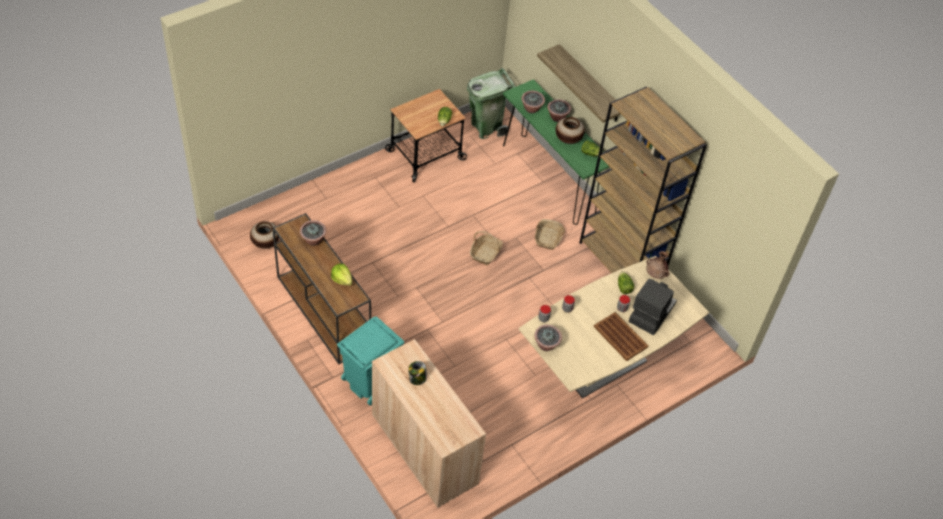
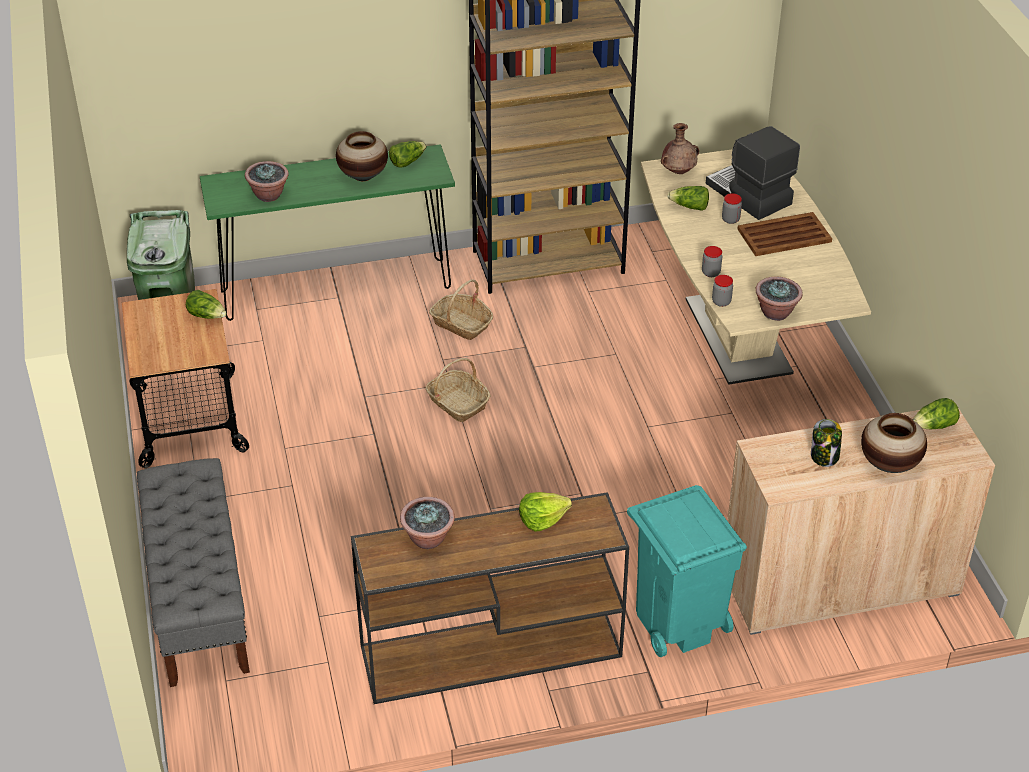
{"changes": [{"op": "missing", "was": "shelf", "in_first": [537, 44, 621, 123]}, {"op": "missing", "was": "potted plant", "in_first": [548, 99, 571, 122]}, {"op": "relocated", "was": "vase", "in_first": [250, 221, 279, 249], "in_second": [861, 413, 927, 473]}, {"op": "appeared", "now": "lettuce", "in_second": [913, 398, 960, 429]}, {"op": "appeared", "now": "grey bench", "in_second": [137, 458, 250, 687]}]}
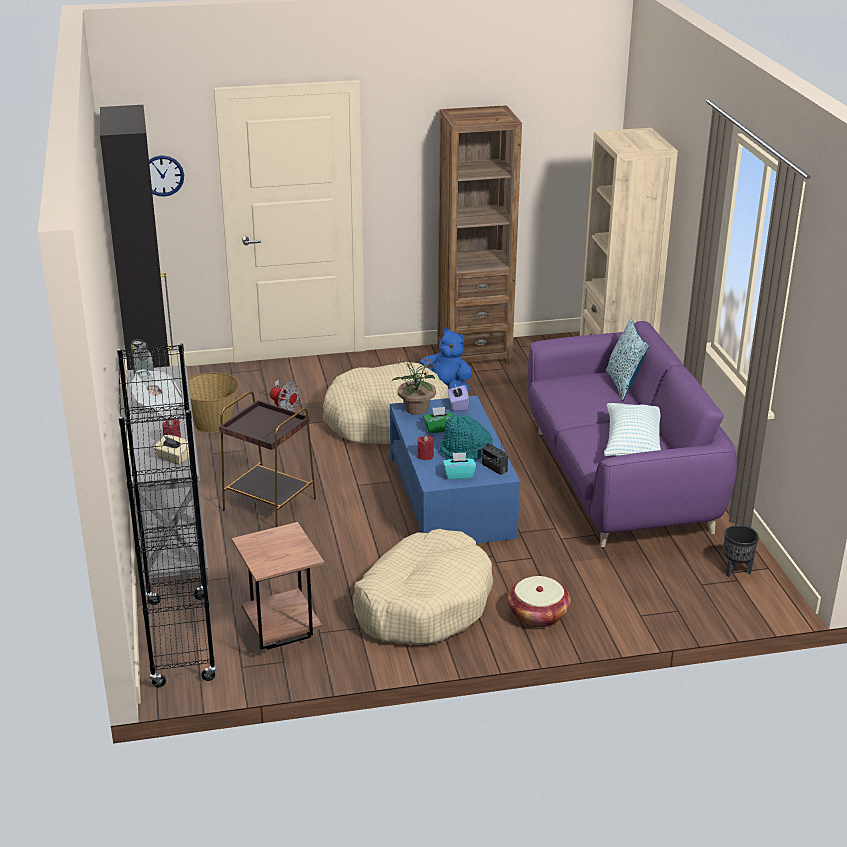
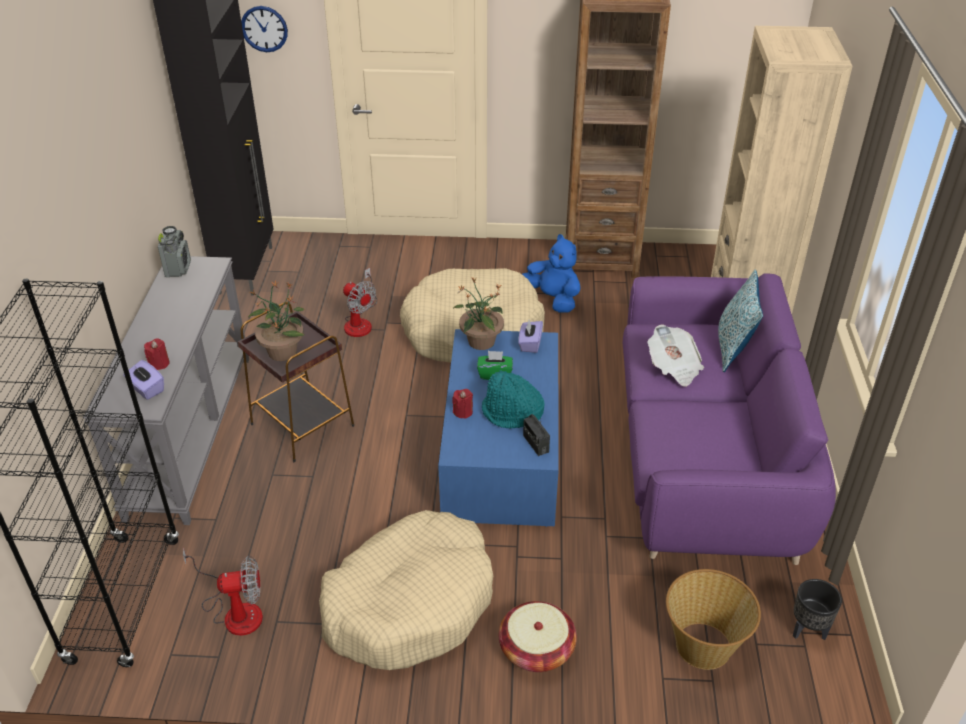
{"changes": [{"op": "relocated", "was": "newspaper", "in_first": [129, 369, 184, 416], "in_second": [648, 324, 704, 387]}, {"op": "relocated", "was": "basket", "in_first": [188, 373, 240, 433], "in_second": [666, 569, 761, 670]}, {"op": "missing", "was": "pillow", "in_first": [604, 403, 661, 456]}, {"op": "colour", "was": "beige tissue box", "now": "purple tissue box", "in_first": [154, 435, 189, 465], "in_second": [123, 360, 164, 400]}, {"op": "missing", "was": "turquoise tissue box", "in_first": [443, 453, 476, 480]}, {"op": "exchanged", "was": "brown side table", "now": "fan", "in_first": [232, 522, 324, 650], "in_second": [183, 548, 263, 636]}, {"op": "appeared", "now": "potted plant", "in_second": [248, 281, 305, 361]}]}
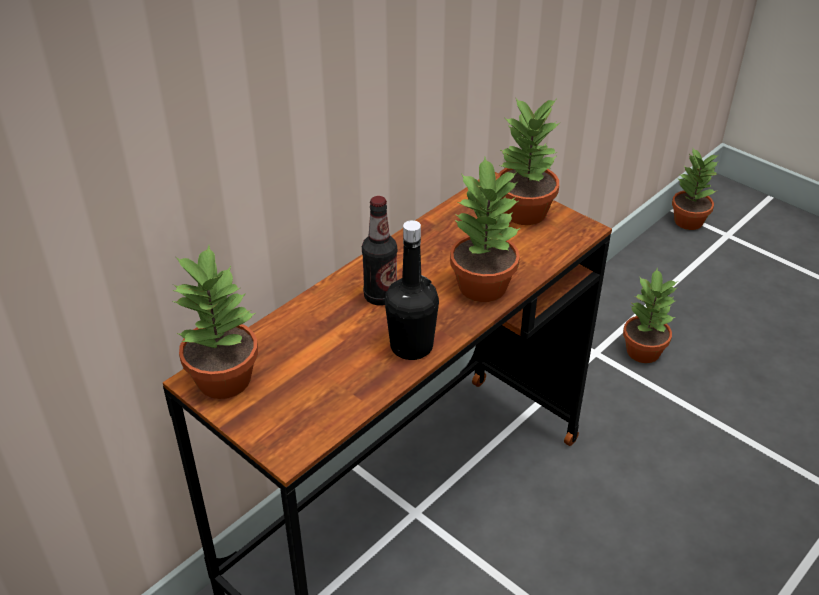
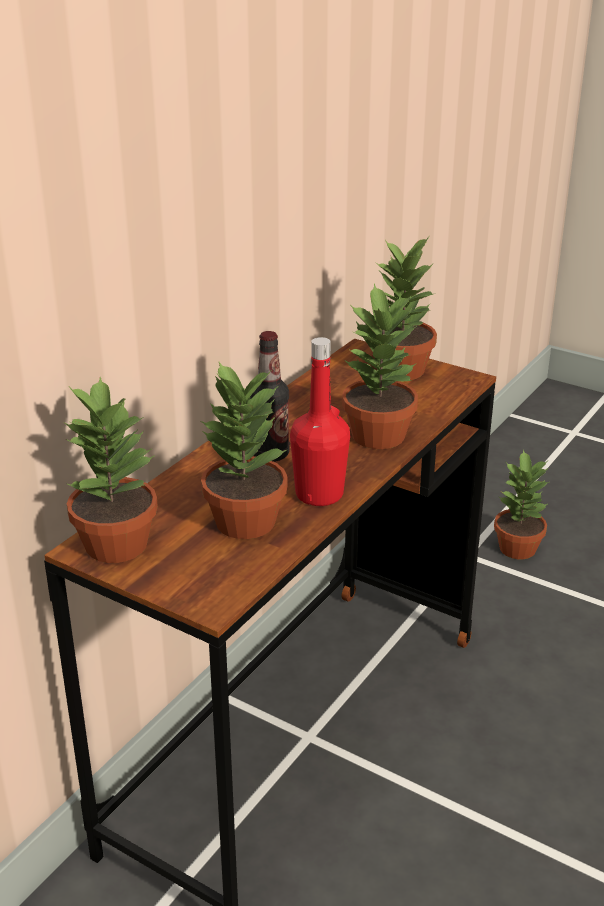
{"changes": [{"op": "relocated", "was": "potted plant", "in_first": [672, 148, 719, 230], "in_second": [201, 362, 288, 539]}, {"op": "colour", "was": "black bottle", "now": "red bottle", "in_first": [385, 220, 439, 360], "in_second": [290, 337, 350, 506]}]}
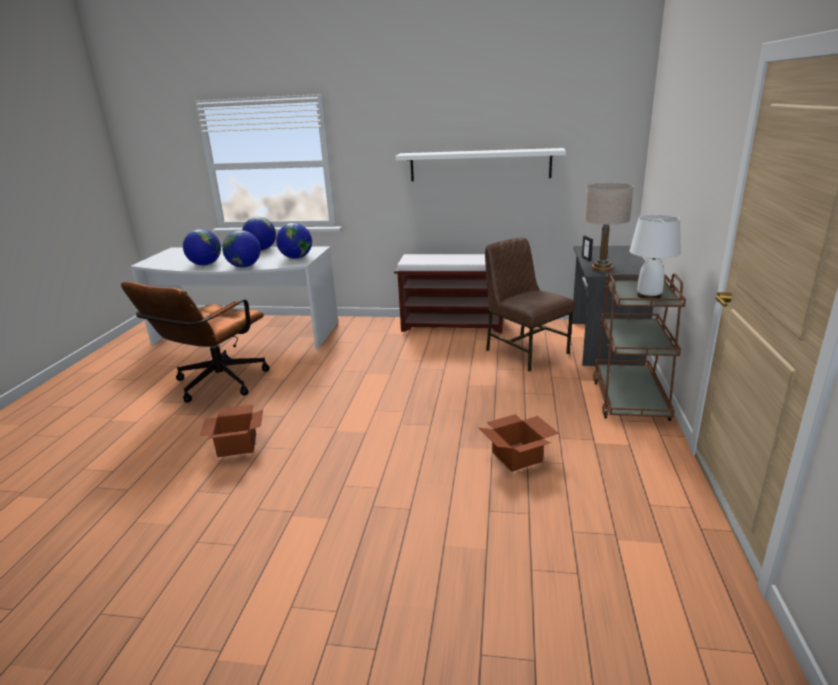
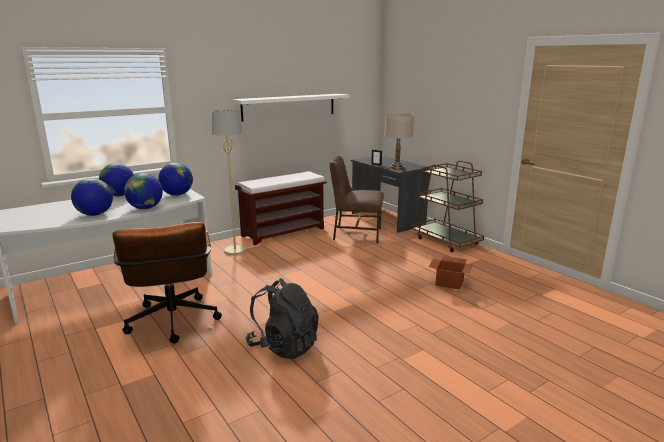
{"changes": [{"op": "missing", "was": "white table lamp", "in_first": [630, 215, 681, 298]}, {"op": "exchanged", "was": "cardboard box", "now": "black backpack", "in_first": [200, 404, 263, 457], "in_second": [246, 278, 319, 359]}, {"op": "appeared", "now": "beige floor lamp", "in_second": [212, 109, 246, 255]}]}
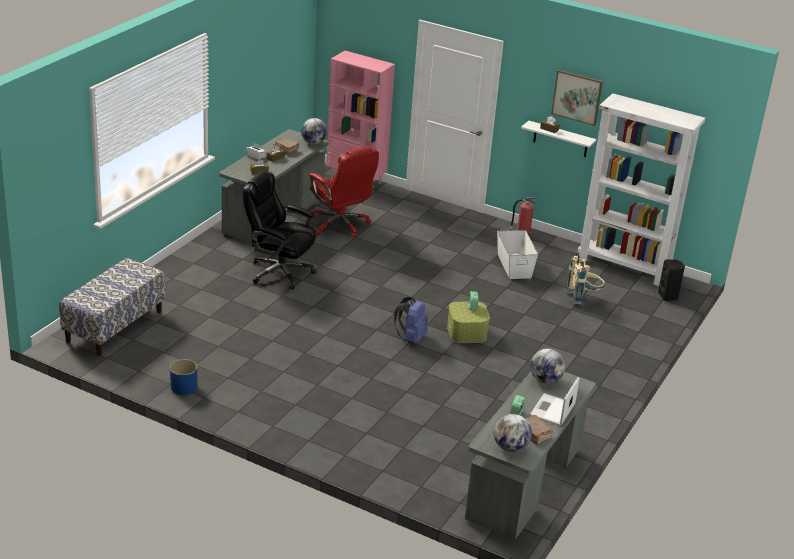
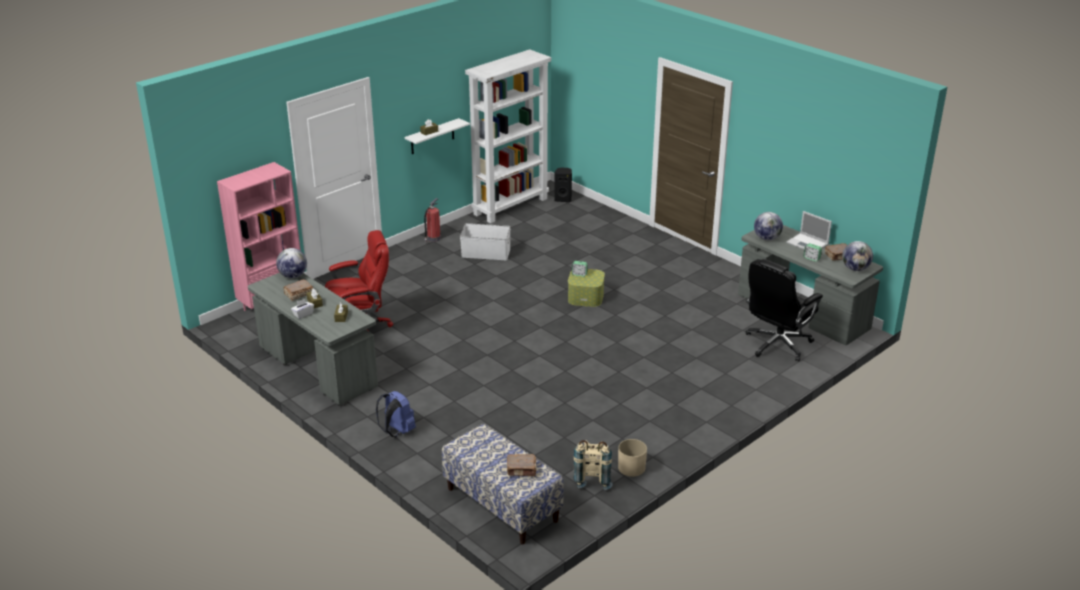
{"changes": [{"op": "missing", "was": "picture", "in_first": [551, 70, 603, 126]}, {"op": "relocated", "was": "black office chair", "in_first": [243, 171, 317, 290], "in_second": [746, 259, 823, 362]}, {"op": "relocated", "was": "beige backpack", "in_first": [567, 253, 605, 304], "in_second": [573, 440, 613, 490]}, {"op": "relocated", "was": "blue backpack", "in_first": [394, 297, 428, 343], "in_second": [376, 391, 416, 437]}, {"op": "colour", "was": "blue planter", "now": "beige planter", "in_first": [170, 359, 198, 395], "in_second": [618, 439, 647, 477]}, {"op": "appeared", "now": "brown book", "in_second": [507, 454, 537, 476]}]}
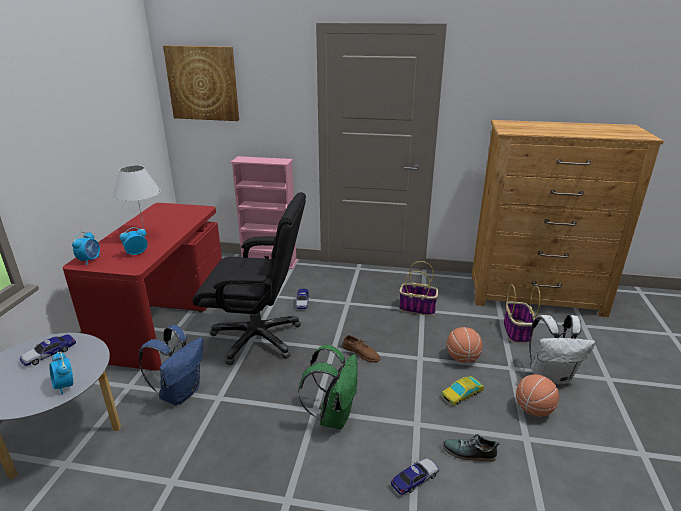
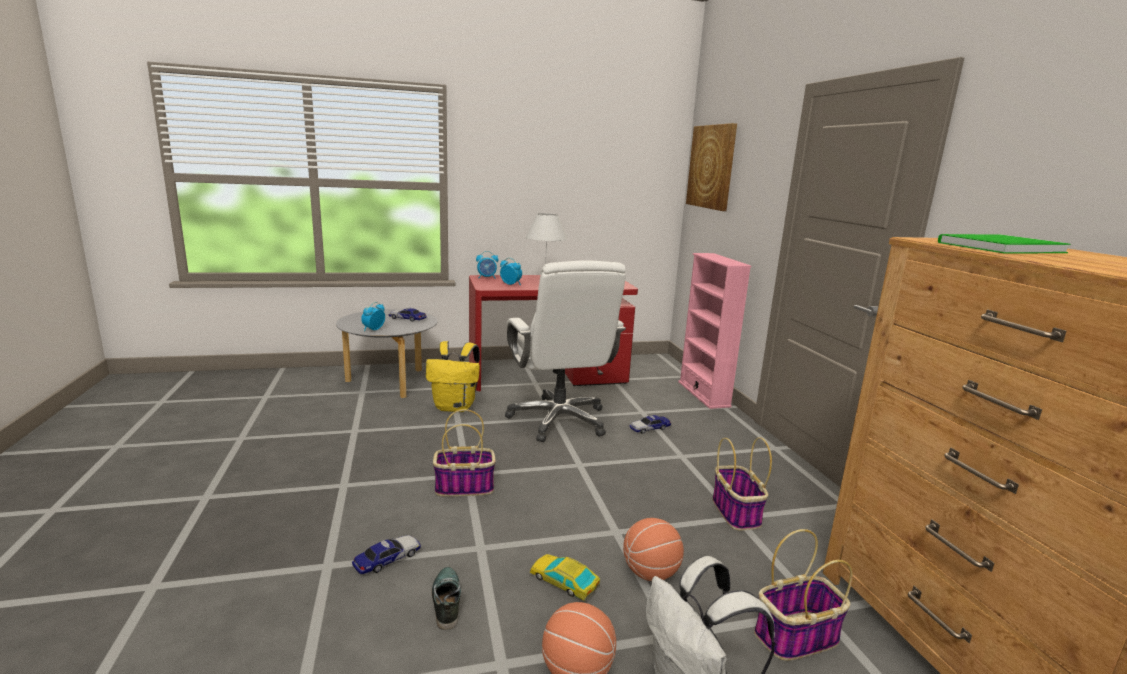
{"changes": [{"op": "colour", "was": "black office chair", "now": "white office chair", "in_first": [192, 192, 306, 365], "in_second": [505, 260, 626, 442]}, {"op": "colour", "was": "blue backpack", "now": "yellow backpack", "in_first": [139, 325, 203, 405], "in_second": [426, 341, 480, 412]}, {"op": "missing", "was": "brown shoe", "in_first": [342, 335, 380, 363]}, {"op": "exchanged", "was": "green backpack", "now": "basket", "in_first": [298, 345, 358, 429], "in_second": [433, 409, 496, 496]}, {"op": "spun", "was": "toy car", "in_first": [391, 458, 439, 495], "in_second": [352, 535, 421, 574], "clockwise": -75}, {"op": "appeared", "now": "green book", "in_second": [938, 234, 1070, 254]}]}
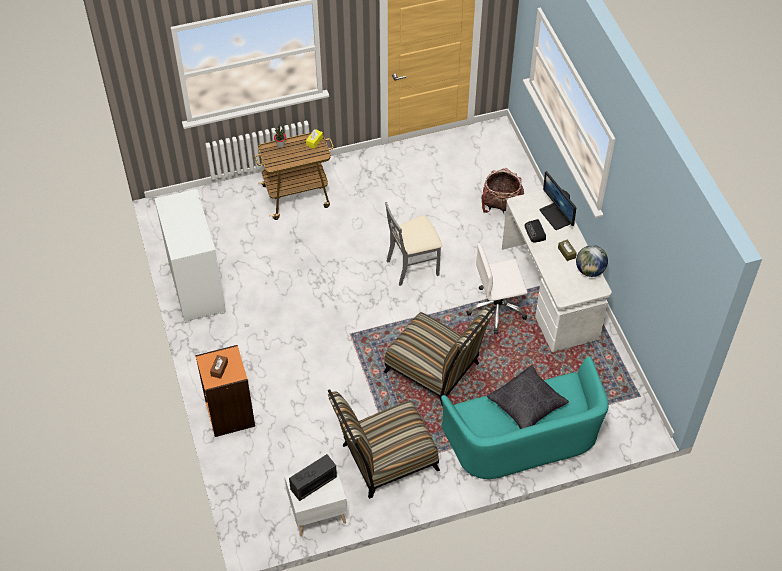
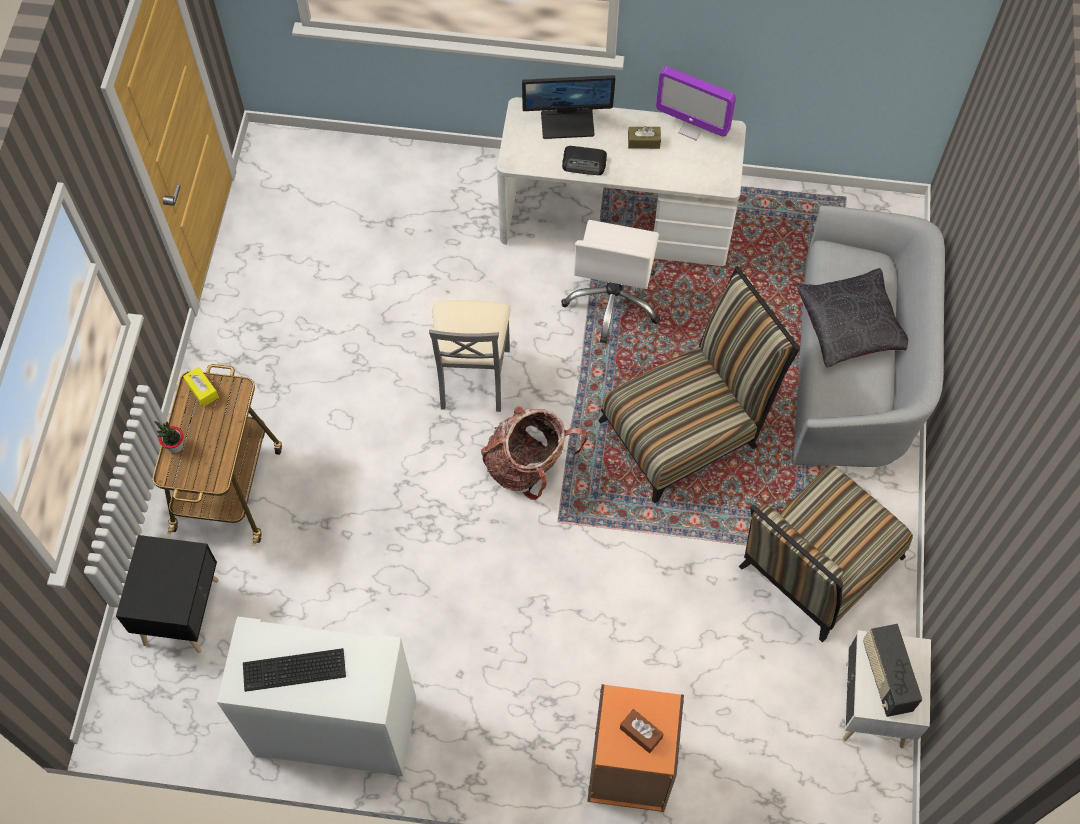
{"changes": [{"op": "relocated", "was": "backpack", "in_first": [482, 168, 524, 214], "in_second": [481, 406, 588, 500]}, {"op": "exchanged", "was": "globe", "now": "monitor", "in_first": [576, 245, 608, 277], "in_second": [656, 67, 736, 140]}, {"op": "colour", "was": "turquoise sofa", "now": "grey sofa", "in_first": [441, 356, 608, 479], "in_second": [793, 205, 945, 467]}, {"op": "spun", "was": "chair", "in_first": [328, 389, 440, 499], "in_second": [739, 464, 913, 642], "clockwise": 45}, {"op": "appeared", "now": "black nightstand", "in_second": [116, 535, 219, 653]}, {"op": "appeared", "now": "keyboard", "in_second": [243, 648, 346, 692]}]}
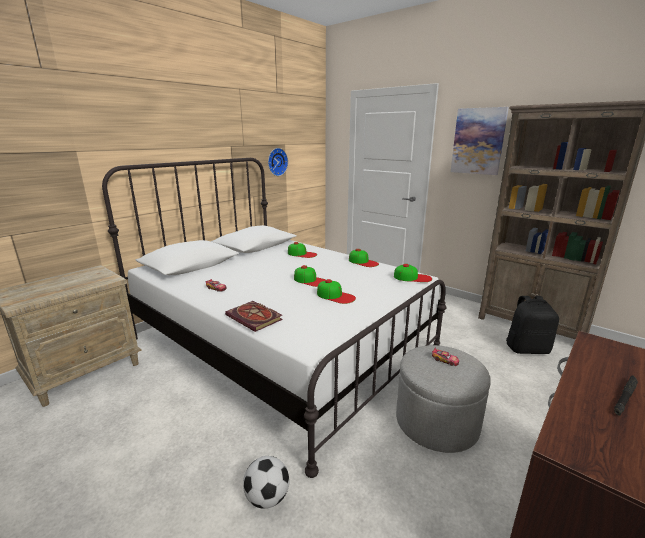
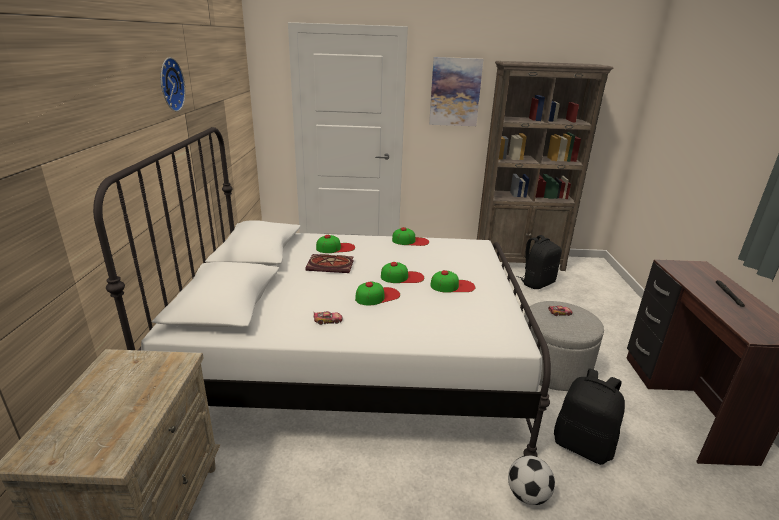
{"changes": [{"op": "relocated", "was": "wall clock", "in_first": [268, 148, 288, 176], "in_second": [161, 57, 185, 112]}, {"op": "relocated", "was": "cap", "in_first": [394, 264, 432, 282], "in_second": [355, 281, 400, 305]}, {"op": "relocated", "was": "book", "in_first": [225, 301, 283, 332], "in_second": [306, 254, 354, 273]}, {"op": "appeared", "now": "black backpack", "in_second": [554, 368, 625, 465]}]}
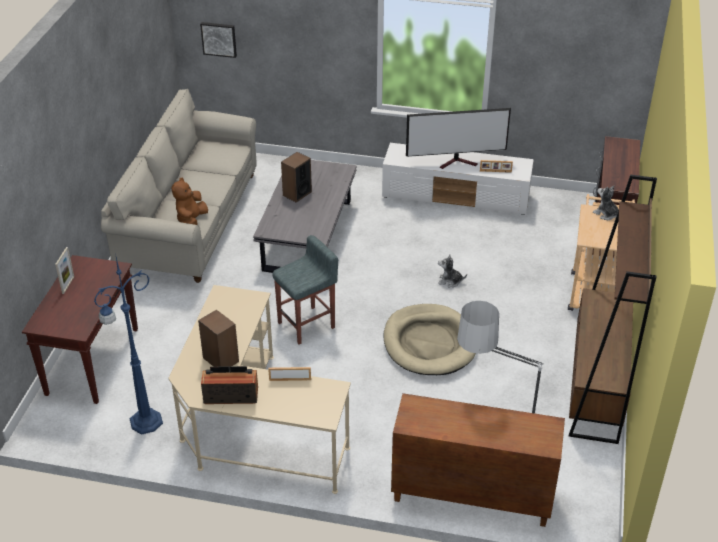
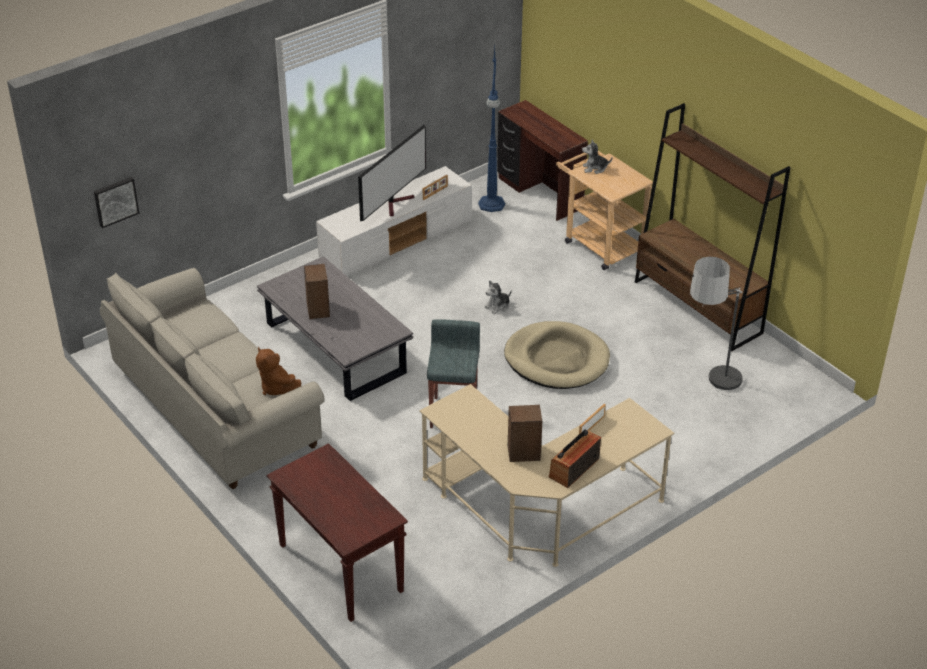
{"changes": [{"op": "missing", "was": "picture frame", "in_first": [55, 247, 74, 294]}, {"op": "relocated", "was": "blue floor lamp", "in_first": [94, 253, 163, 435], "in_second": [478, 46, 505, 212]}, {"op": "missing", "was": "brown cabinet", "in_first": [391, 393, 565, 527]}]}
